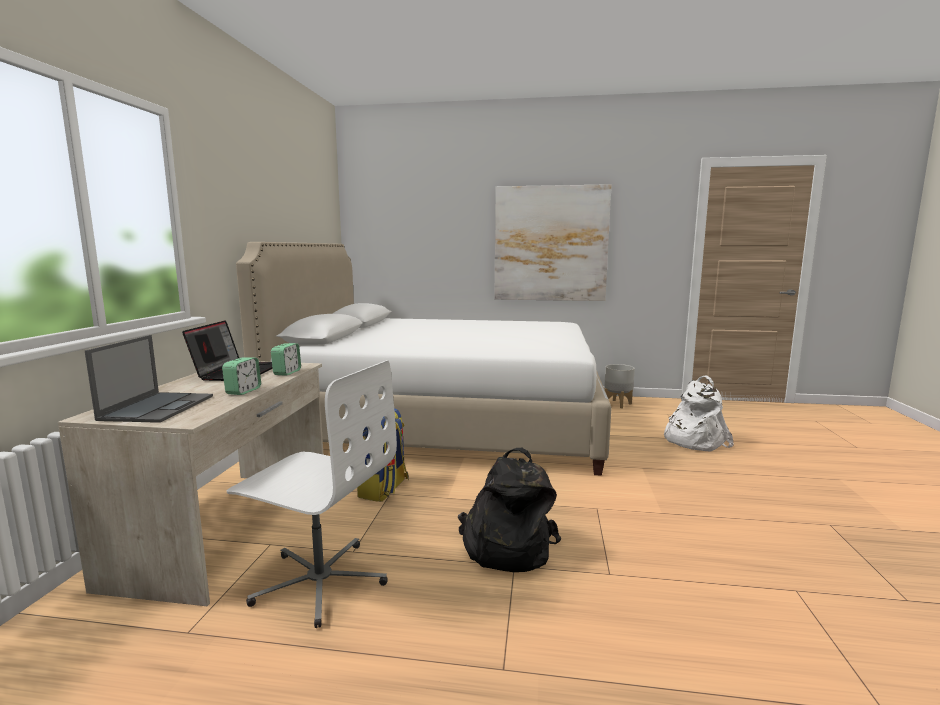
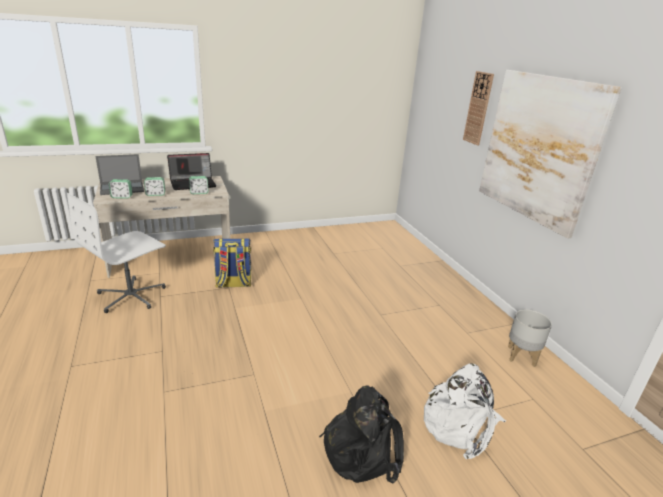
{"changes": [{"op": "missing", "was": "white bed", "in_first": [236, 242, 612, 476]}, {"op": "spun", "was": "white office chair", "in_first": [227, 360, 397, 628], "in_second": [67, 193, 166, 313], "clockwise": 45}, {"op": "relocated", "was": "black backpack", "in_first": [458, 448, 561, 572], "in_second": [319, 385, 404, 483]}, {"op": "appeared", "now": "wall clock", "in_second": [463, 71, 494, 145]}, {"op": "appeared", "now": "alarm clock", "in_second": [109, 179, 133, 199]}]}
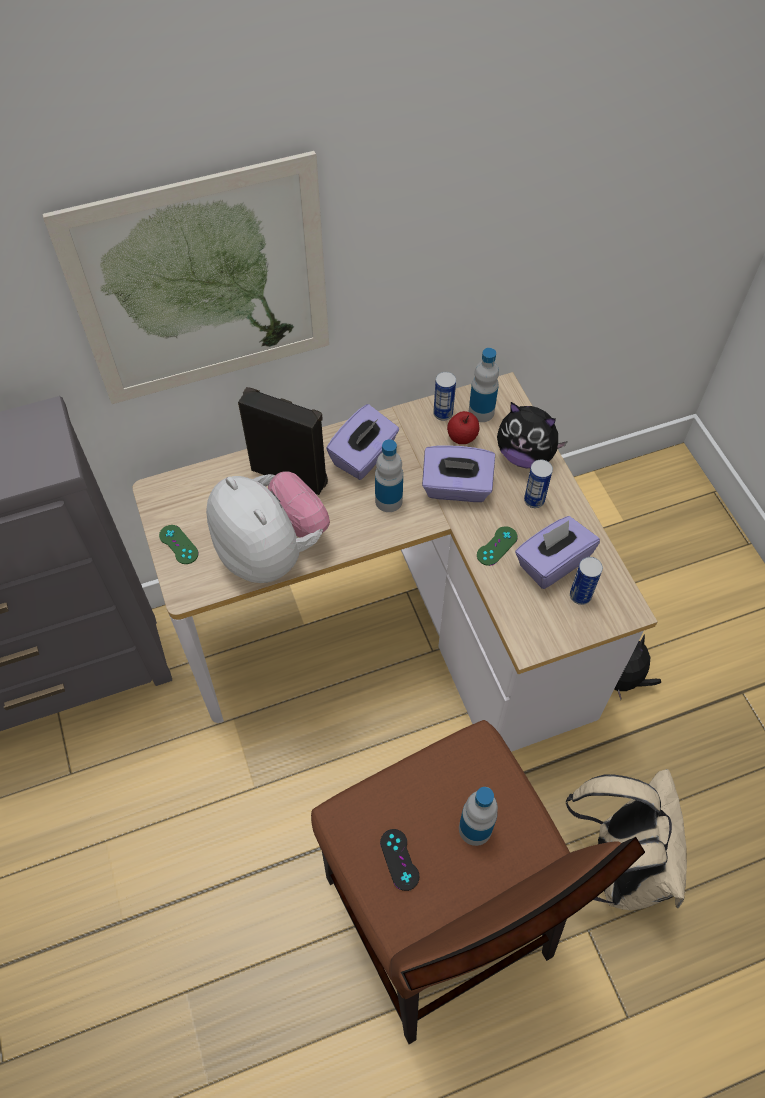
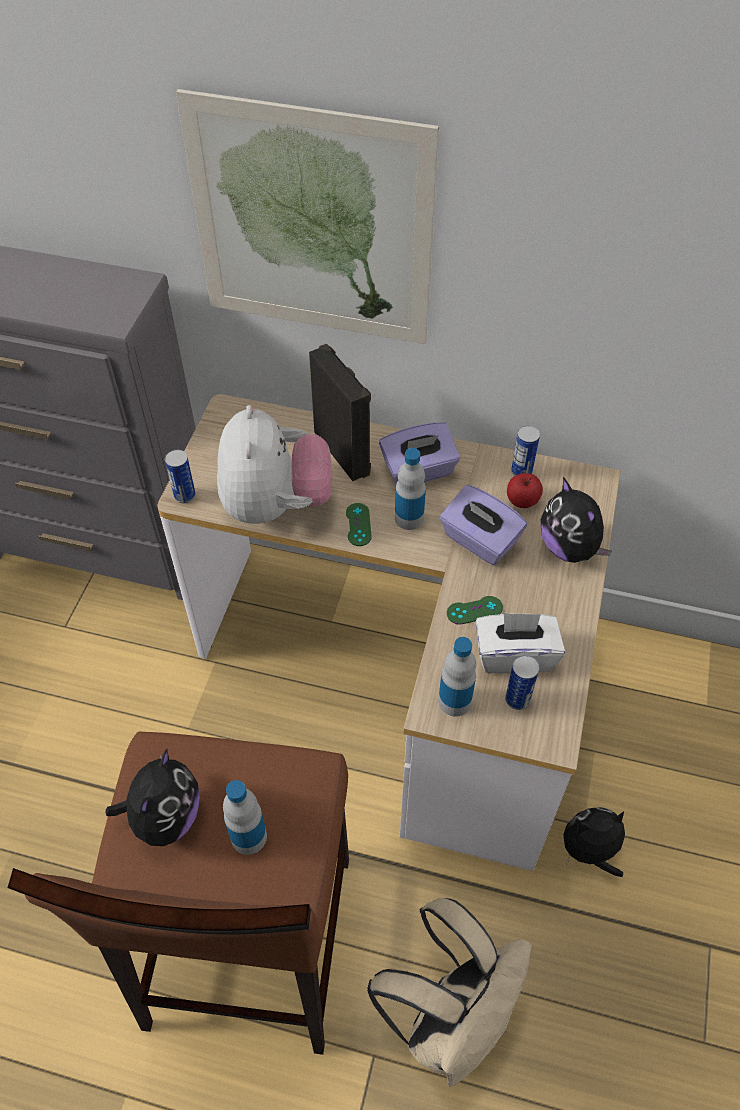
{"changes": [{"op": "relocated", "was": "bottle", "in_first": [469, 348, 499, 422], "in_second": [438, 637, 476, 717]}, {"op": "relocated", "was": "can", "in_first": [524, 460, 553, 508], "in_second": [165, 450, 196, 503]}, {"op": "colour", "was": "purple tissue box", "now": "white tissue box", "in_first": [515, 516, 600, 589], "in_second": [476, 613, 565, 673]}, {"op": "relocated", "was": "green game controller", "in_first": [159, 525, 199, 564], "in_second": [346, 503, 372, 546]}, {"op": "exchanged", "was": "black game controller", "now": "plush toy", "in_first": [380, 829, 419, 891], "in_second": [105, 748, 200, 846]}]}
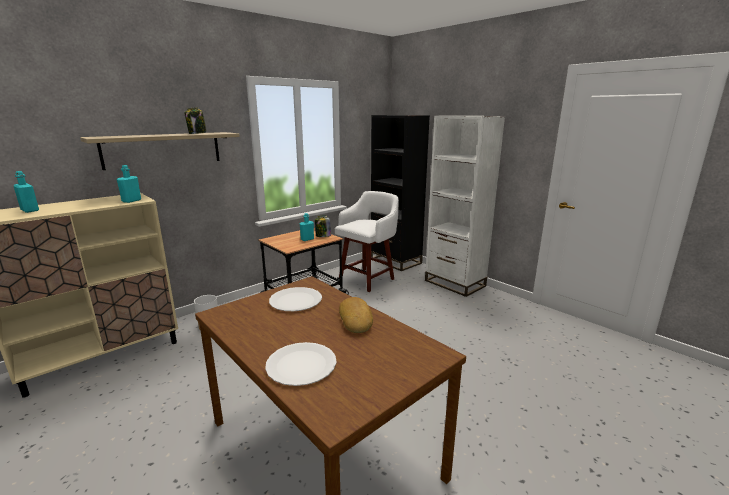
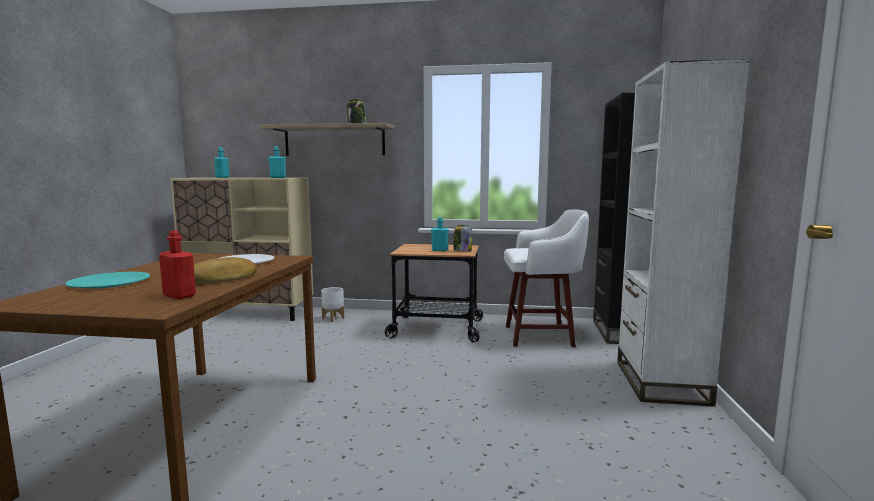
{"changes": [{"op": "colour", "was": "white plate", "now": "turquoise plate", "in_first": [265, 342, 337, 386], "in_second": [65, 272, 150, 289]}, {"op": "appeared", "now": "red bottle", "in_second": [159, 230, 196, 299]}]}
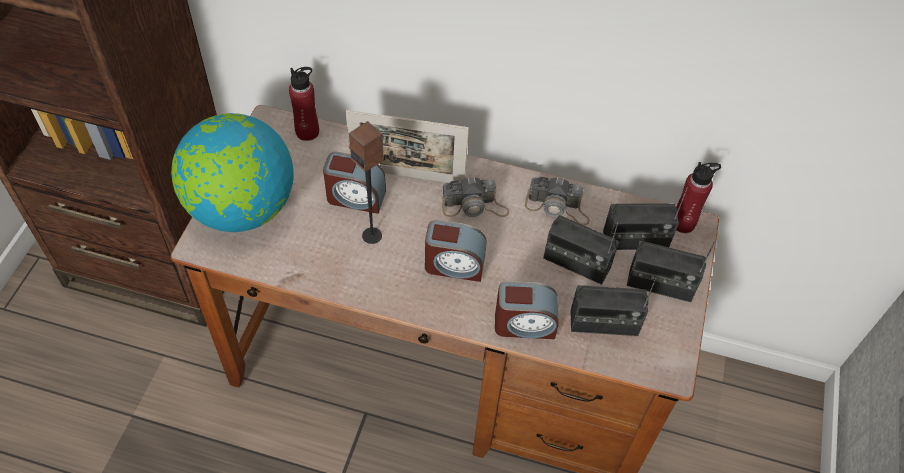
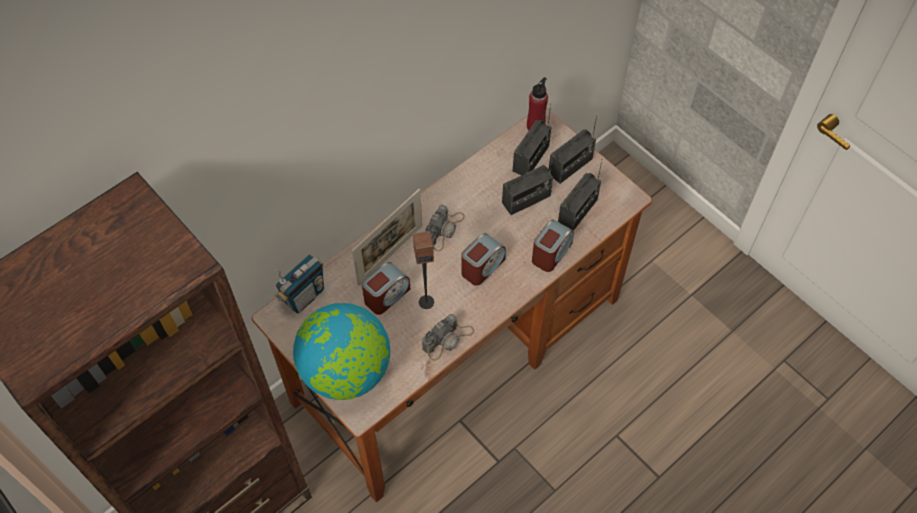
{"changes": [{"op": "exchanged", "was": "red bottle", "now": "radio", "in_first": [289, 67, 319, 141], "in_second": [275, 254, 324, 314]}, {"op": "relocated", "was": "photo camera", "in_first": [525, 177, 590, 225], "in_second": [422, 314, 475, 361]}]}
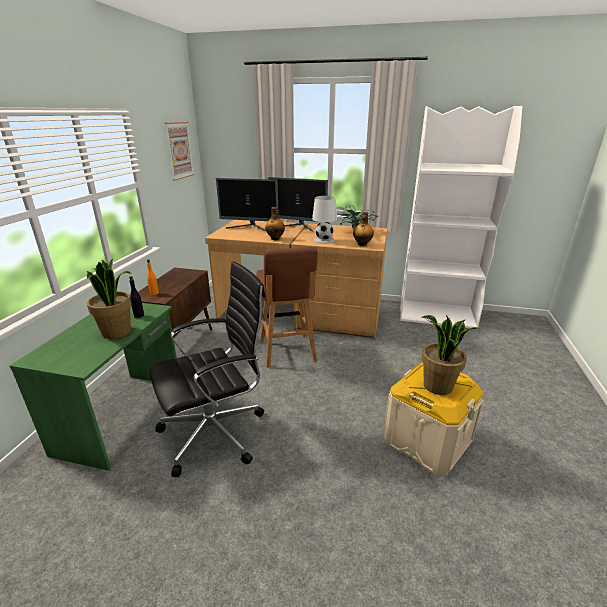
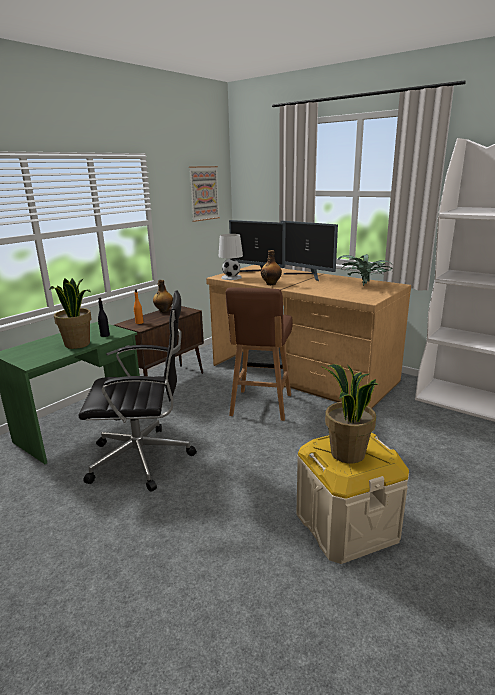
{"changes": [{"op": "relocated", "was": "white table lamp", "in_first": [312, 196, 337, 244], "in_second": [218, 234, 243, 280]}, {"op": "relocated", "was": "bottle", "in_first": [353, 212, 374, 246], "in_second": [153, 280, 173, 312]}]}
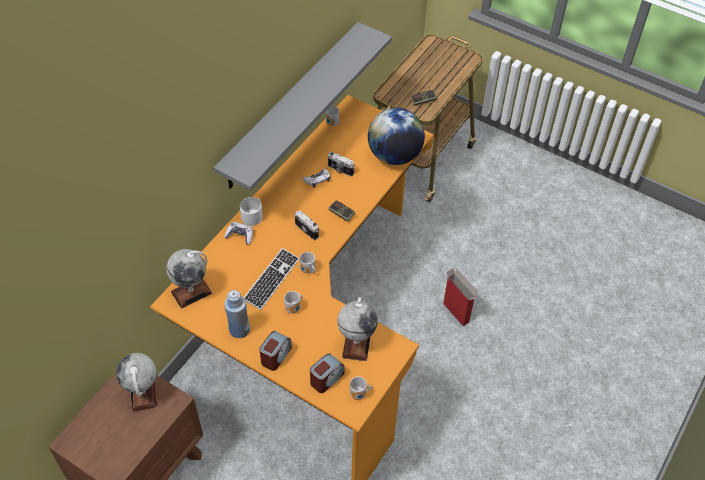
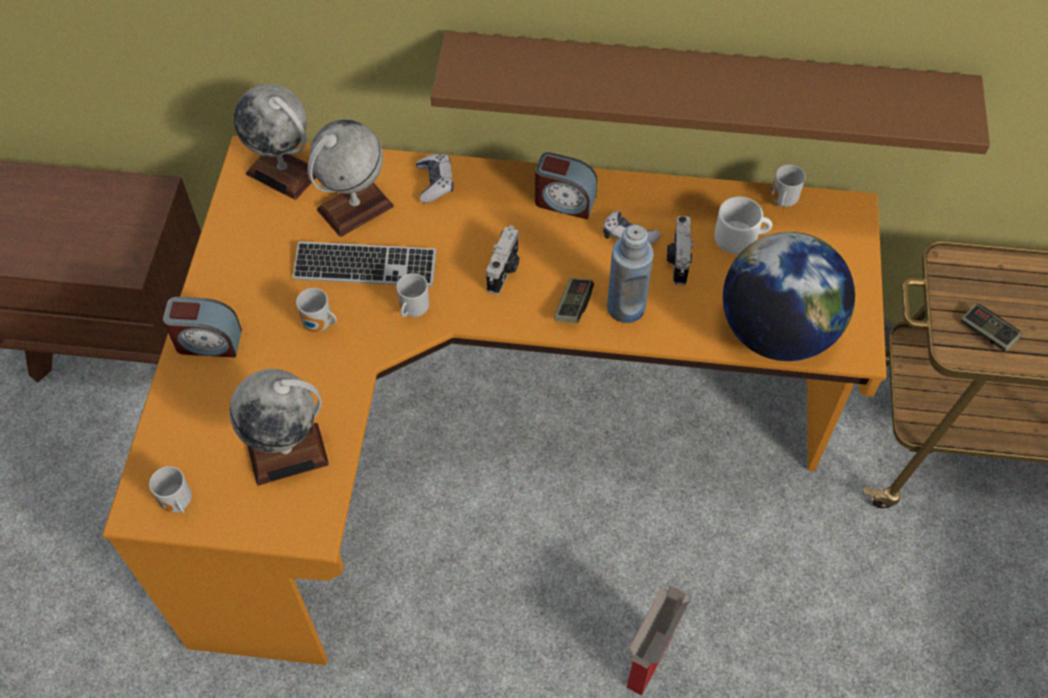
{"changes": [{"op": "colour", "was": "grey shelf", "now": "brown shelf", "in_first": [214, 22, 392, 191], "in_second": [431, 31, 990, 154]}, {"op": "relocated", "was": "white mug", "in_first": [240, 197, 263, 226], "in_second": [714, 197, 772, 254]}, {"op": "relocated", "was": "blue bottle", "in_first": [224, 290, 250, 338], "in_second": [607, 225, 654, 323]}, {"op": "relocated", "was": "globe", "in_first": [116, 353, 157, 412], "in_second": [307, 120, 394, 237]}, {"op": "relocated", "was": "alarm clock", "in_first": [310, 354, 345, 393], "in_second": [535, 152, 597, 220]}]}
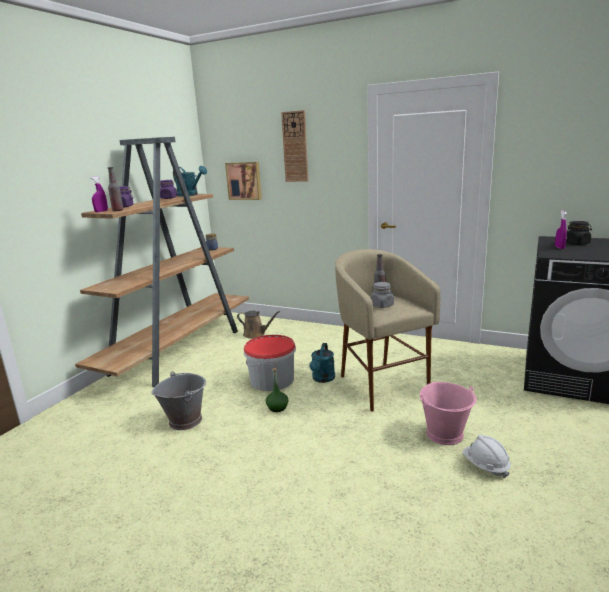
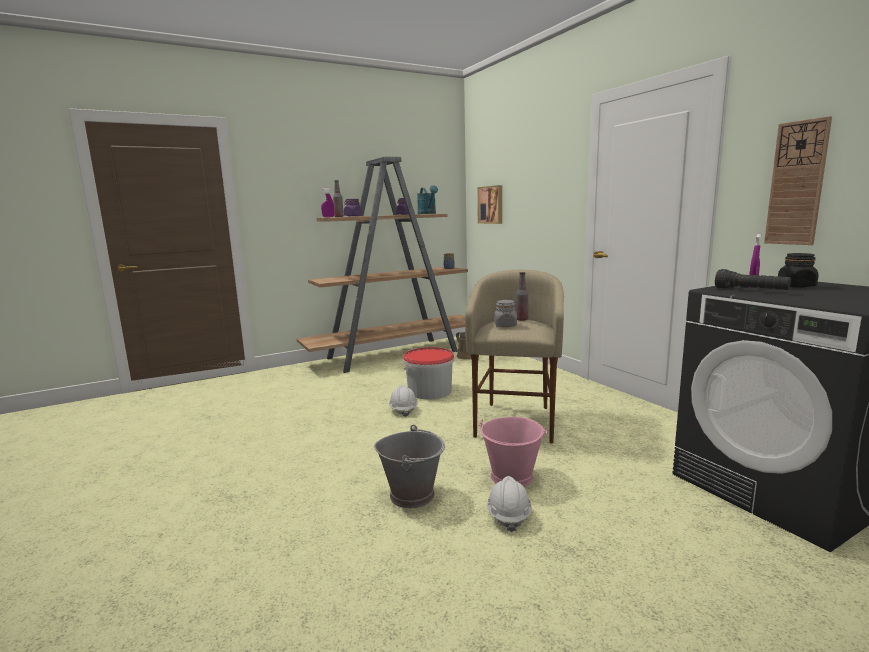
{"changes": [{"op": "relocated", "was": "wall clock", "in_first": [281, 110, 308, 182], "in_second": [764, 116, 832, 245]}, {"op": "missing", "was": "turquoise watering can", "in_first": [309, 343, 335, 383]}, {"op": "exchanged", "was": "green bottle", "now": "white hard hat", "in_first": [266, 368, 288, 412], "in_second": [389, 385, 418, 417]}, {"op": "relocated", "was": "grey bucket", "in_first": [151, 371, 206, 430], "in_second": [374, 425, 445, 508]}, {"op": "appeared", "now": "black flashlight", "in_second": [715, 269, 791, 290]}]}
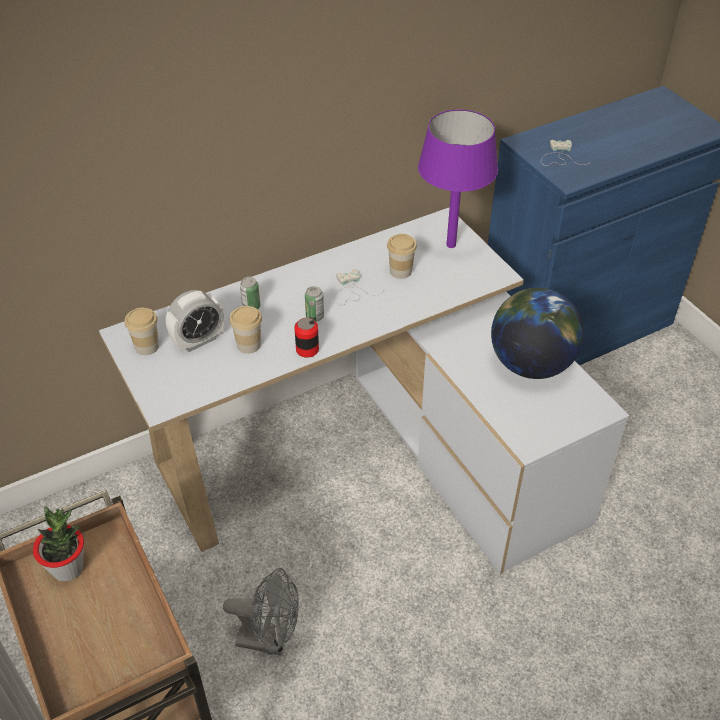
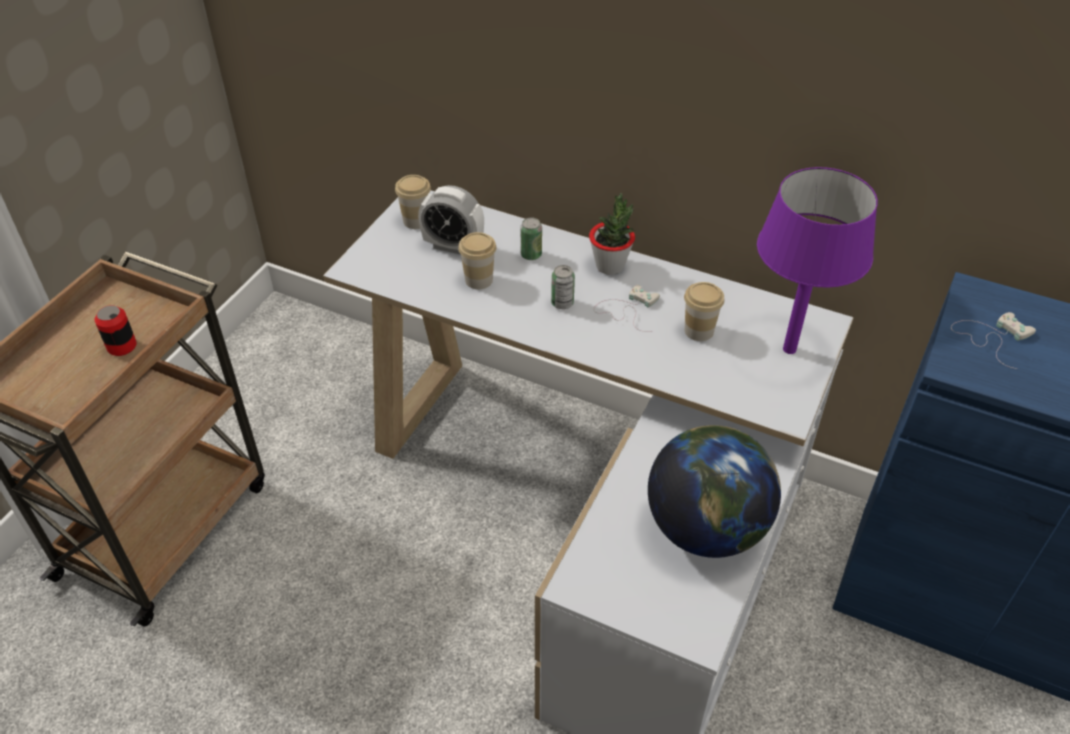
{"changes": [{"op": "relocated", "was": "can", "in_first": [294, 318, 319, 358], "in_second": [95, 305, 137, 356]}, {"op": "relocated", "was": "potted plant", "in_first": [33, 506, 84, 581], "in_second": [589, 193, 635, 275]}, {"op": "missing", "was": "grey fan", "in_first": [223, 568, 299, 655]}]}
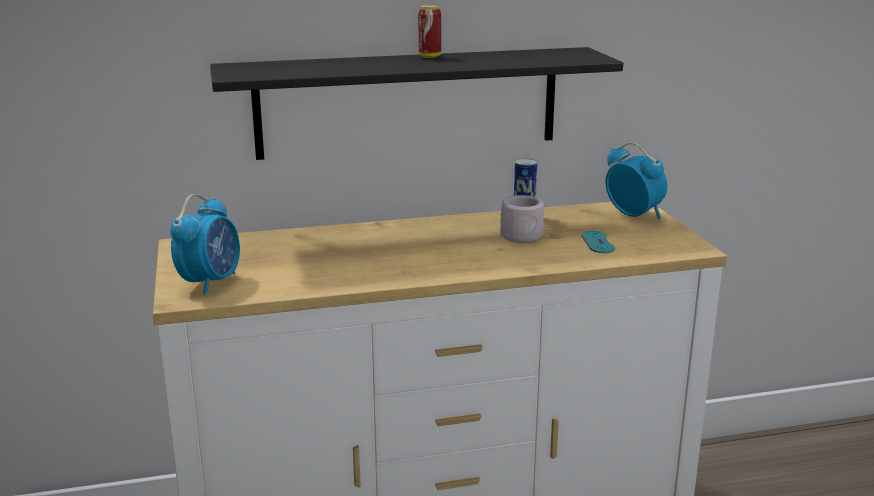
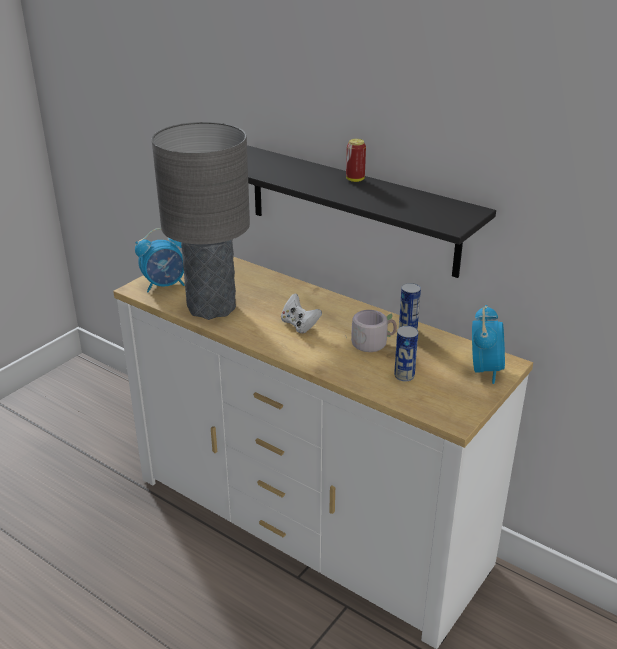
{"changes": [{"op": "exchanged", "was": "turquoise game controller", "now": "can", "in_first": [582, 231, 615, 253], "in_second": [394, 326, 418, 382]}, {"op": "appeared", "now": "grey table lamp", "in_second": [152, 122, 250, 320]}, {"op": "appeared", "now": "white game controller", "in_second": [281, 293, 322, 333]}]}
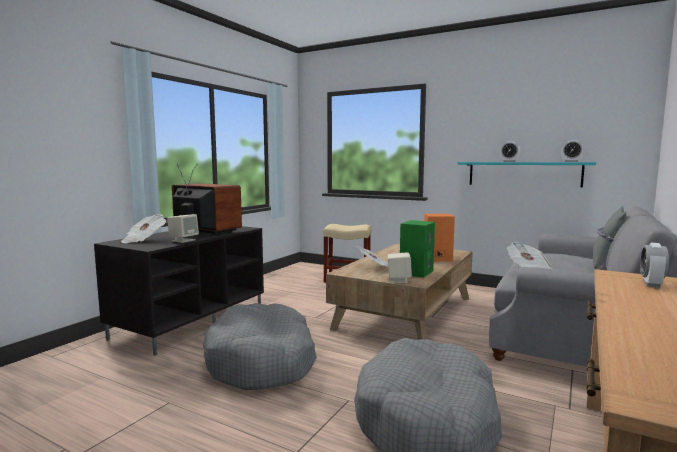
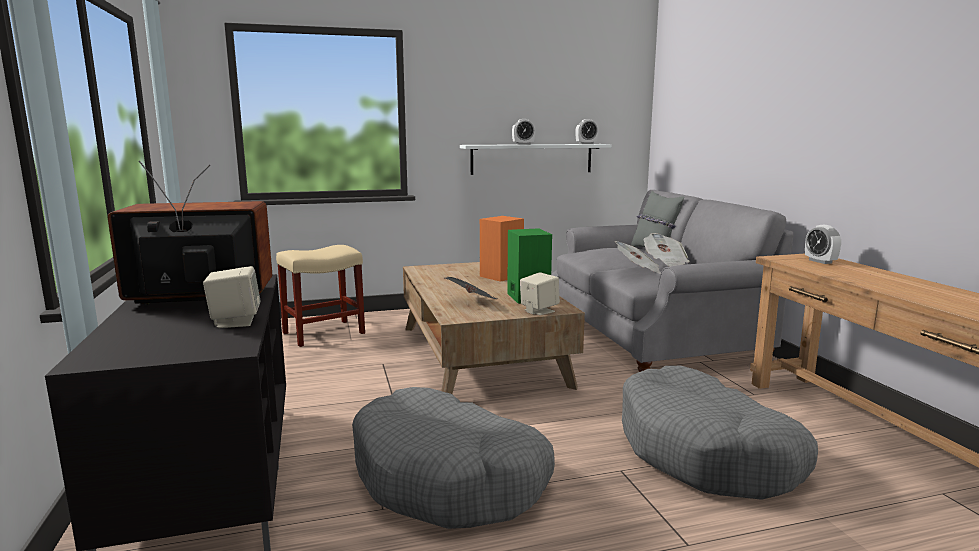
{"changes": [{"op": "colour", "was": "turquoise shelf", "now": "white shelf", "in_first": [457, 162, 596, 188], "in_second": [460, 144, 611, 175]}, {"op": "relocated", "was": "newspaper", "in_first": [121, 214, 166, 243], "in_second": [643, 233, 690, 267]}]}
